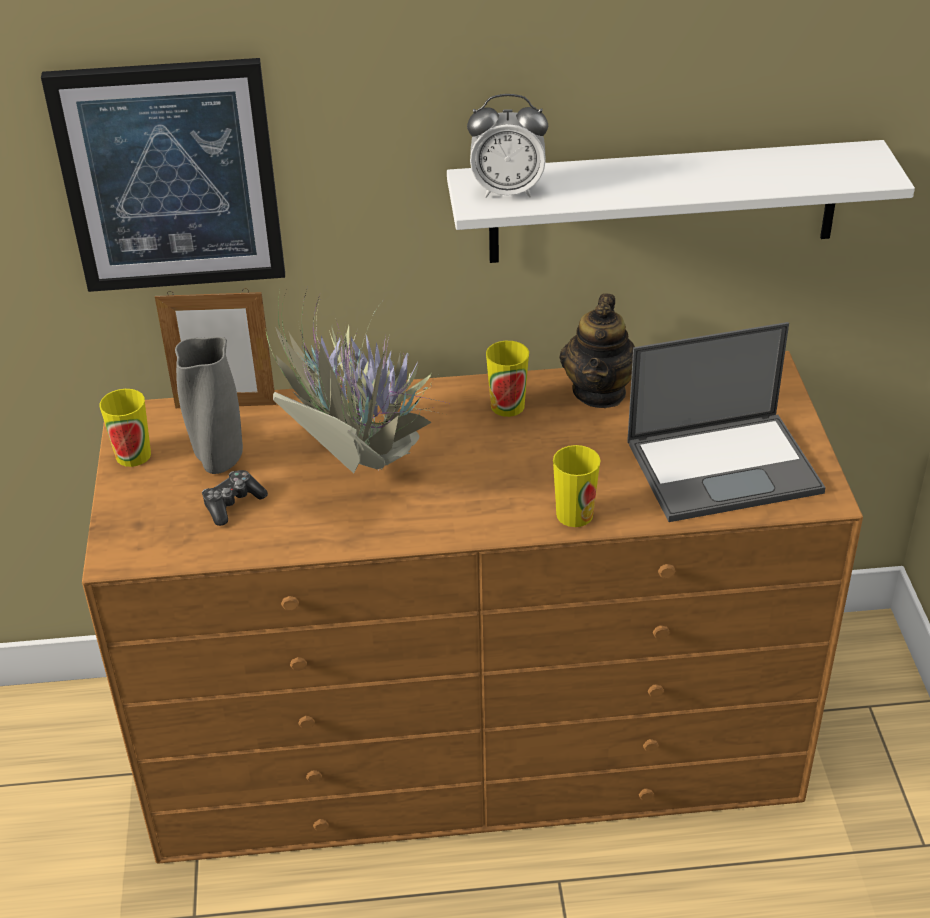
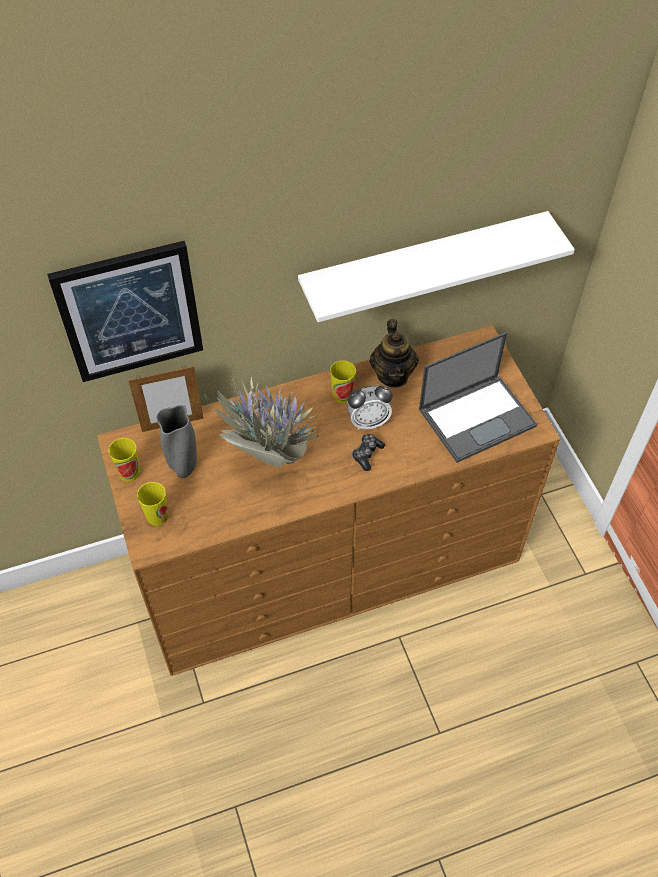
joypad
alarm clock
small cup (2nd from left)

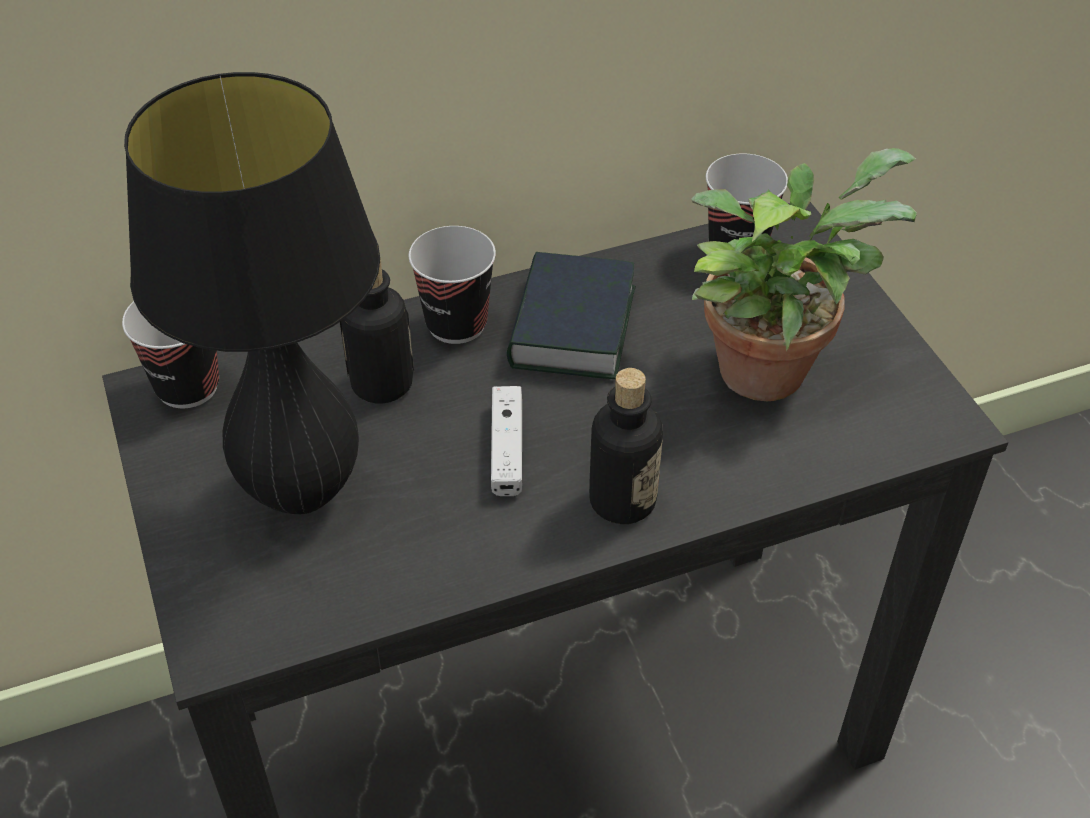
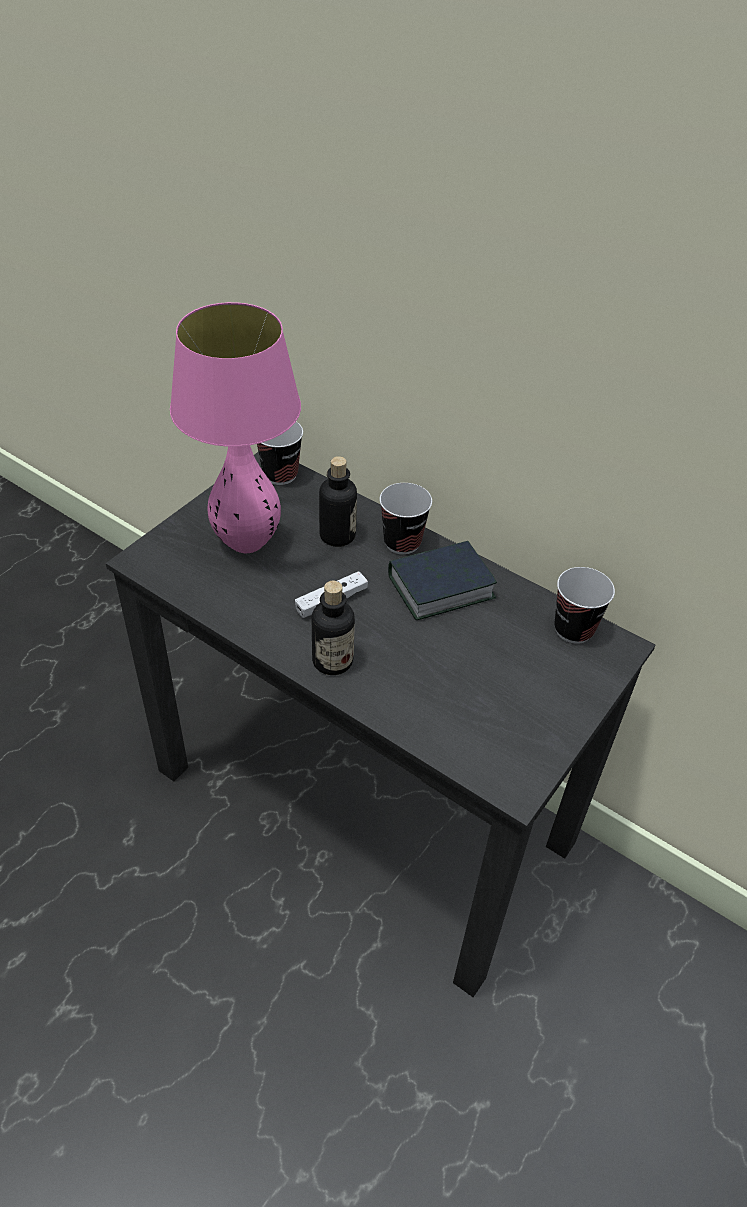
pinkish tabletop lamp
houseplant

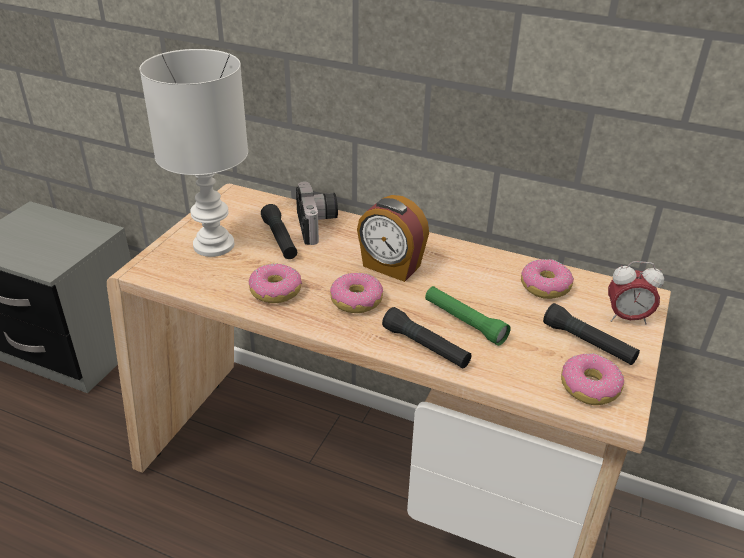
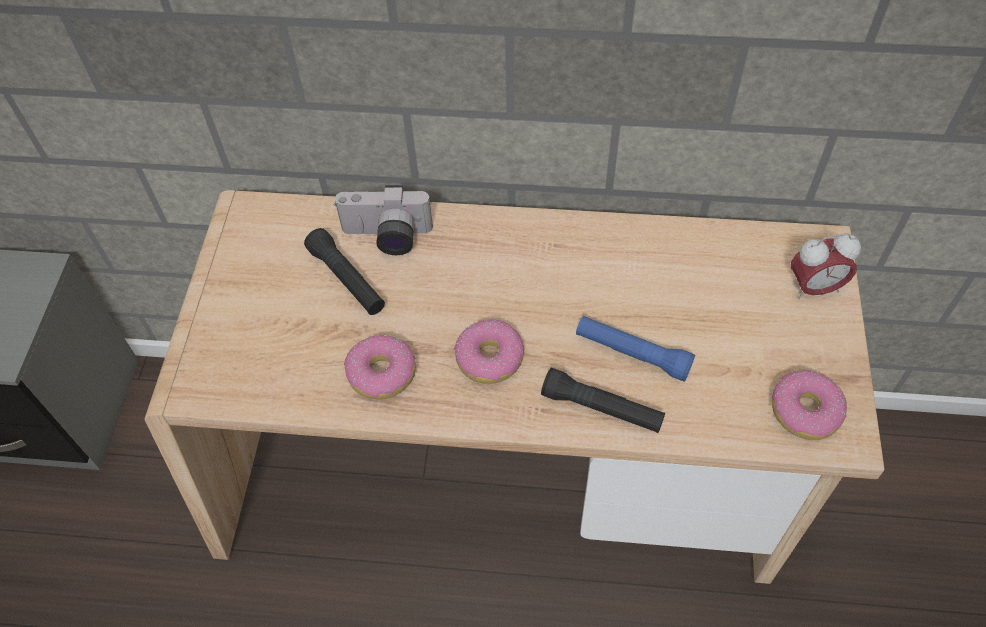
white-coloured tabletop lamp
photo camera
alarm clock (1st from left in the first image)
blue torch
donut (3rd from left in the first image)
black-coloured torch (3rd from left in the first image)

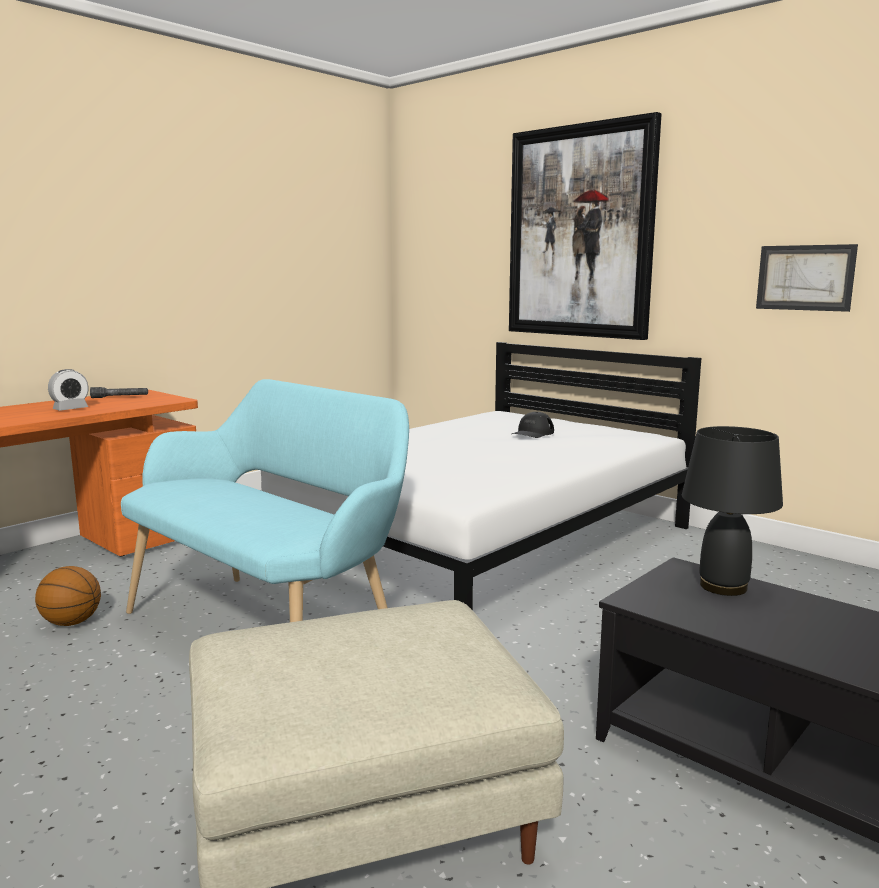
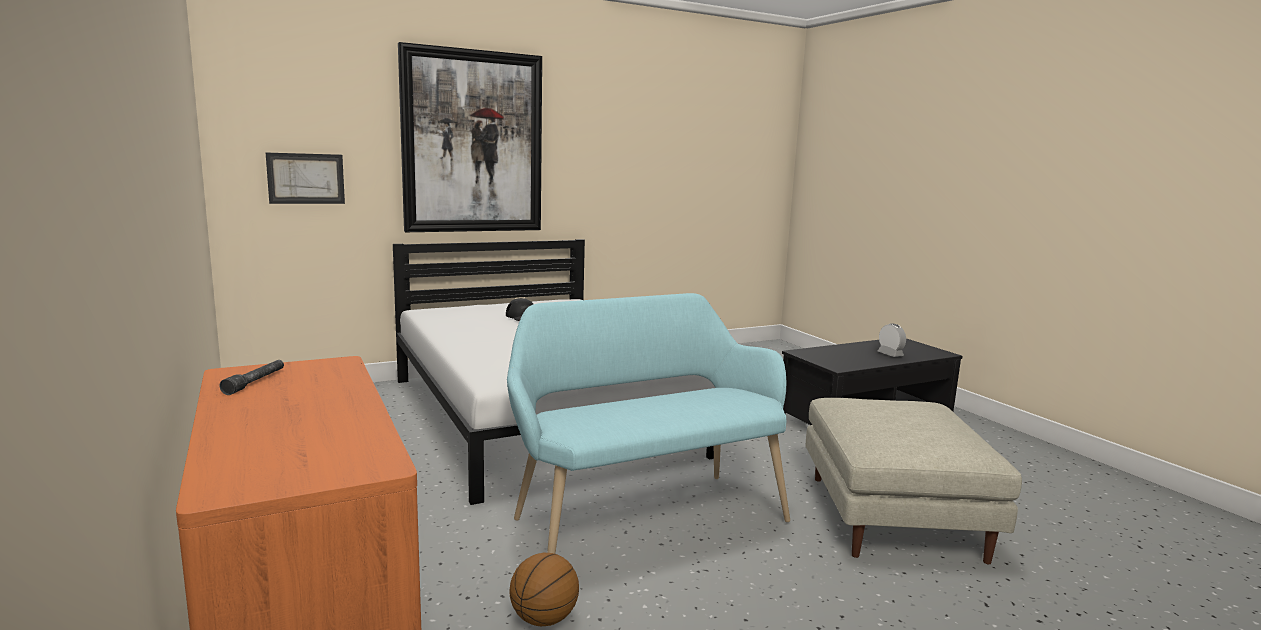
alarm clock
black-coloured tabletop lamp
picture (1st from left)

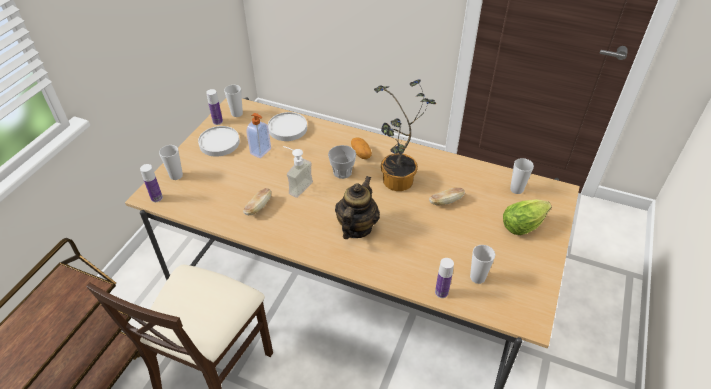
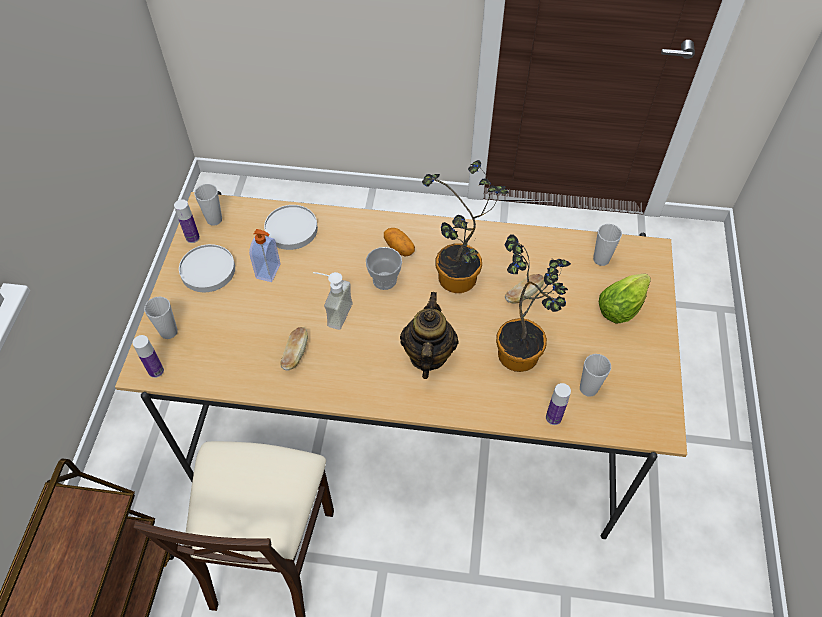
houseplant (2nd from left)

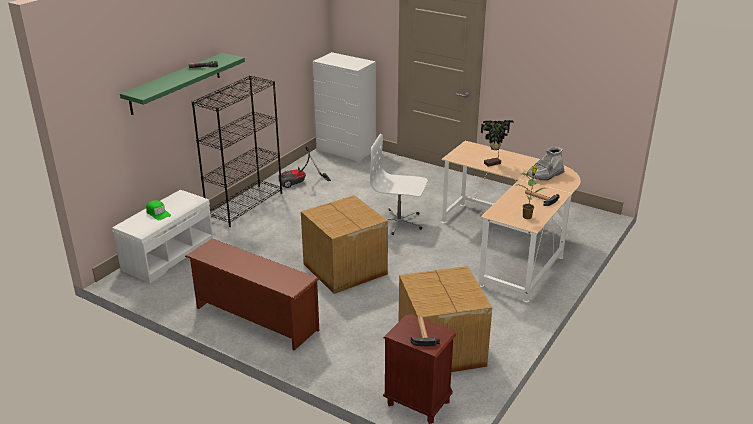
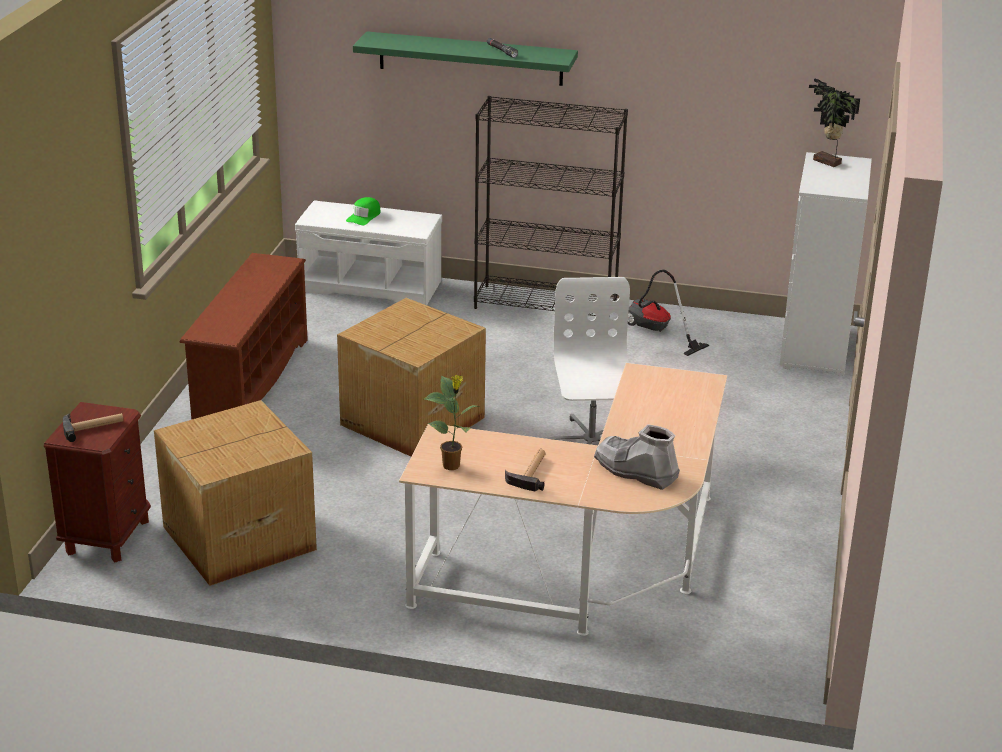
houseplant (2nd from left)

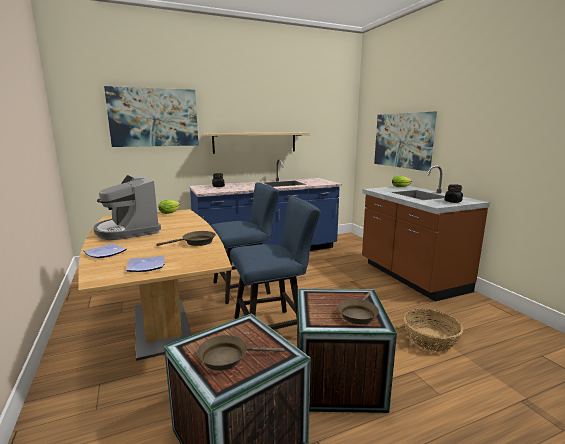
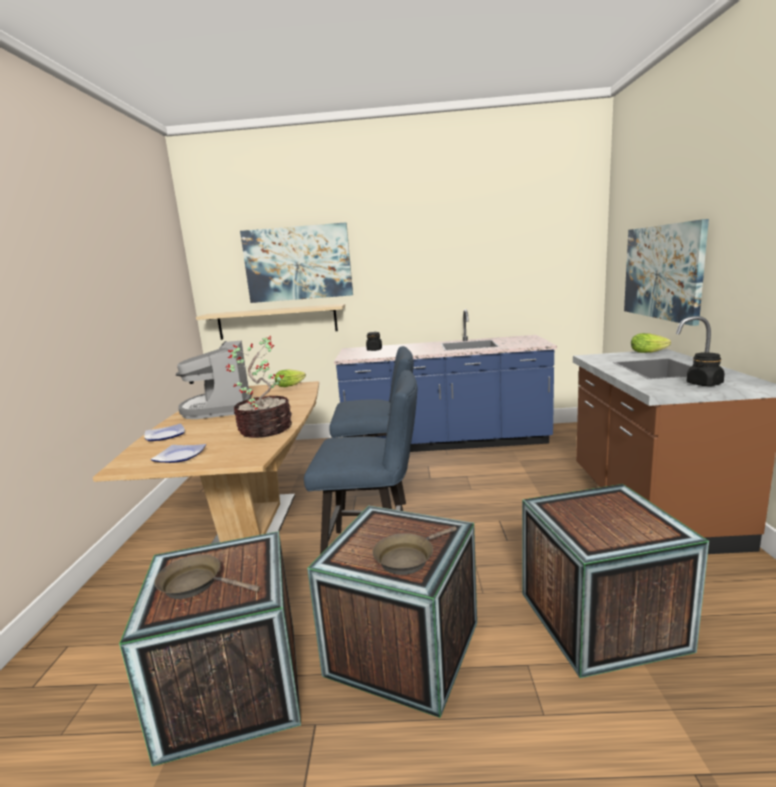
houseplant
bracket shelf
shipping crate (3rd from left)

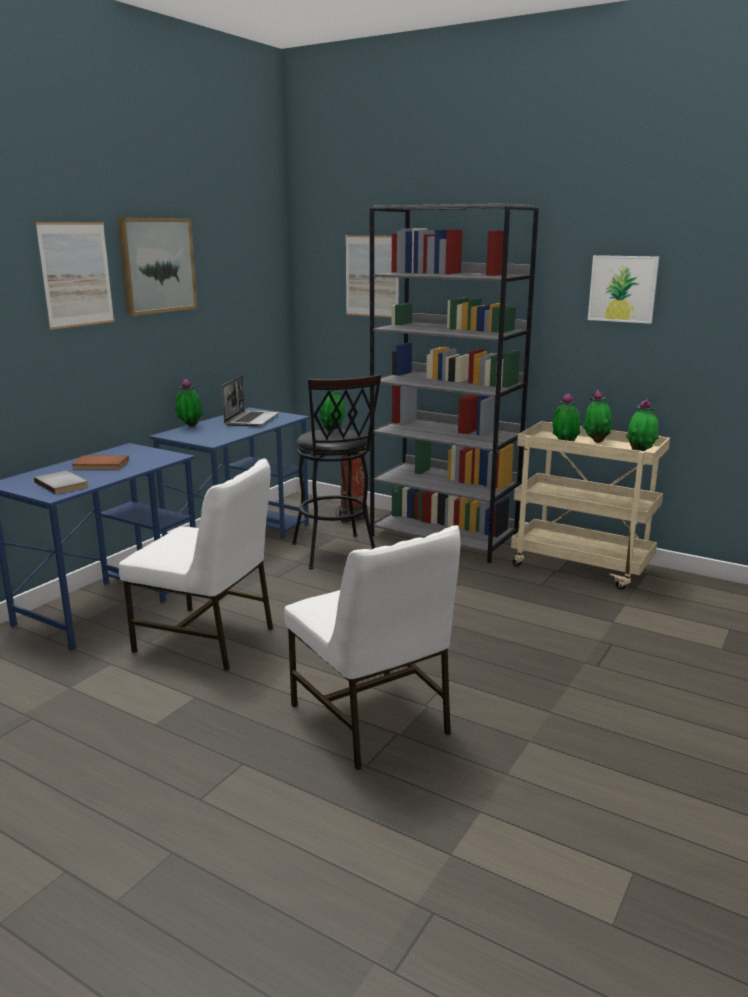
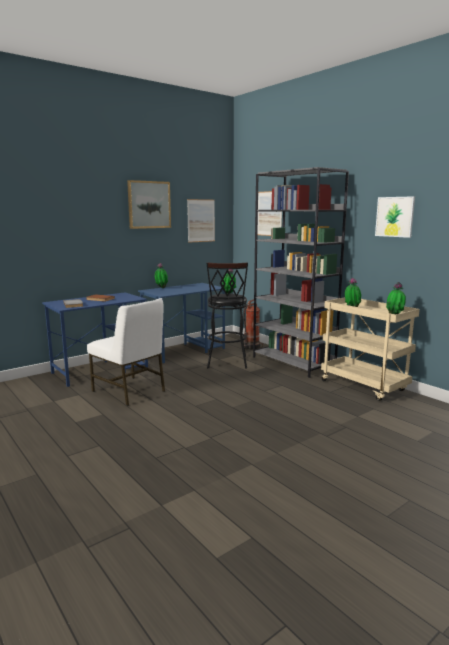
picture (2nd from left)
notebook computer
white-coloured chair (2nd from left in the first image)
houseplant (4th from left in the first image)

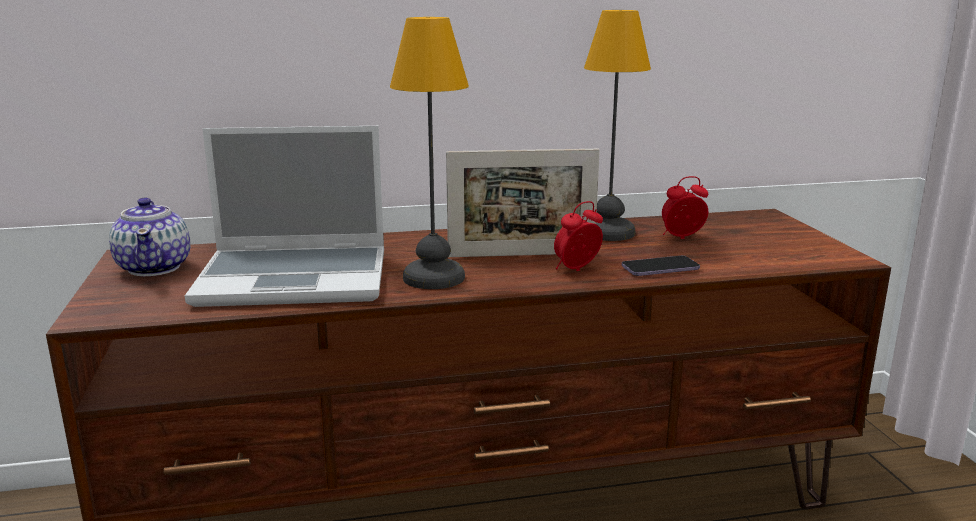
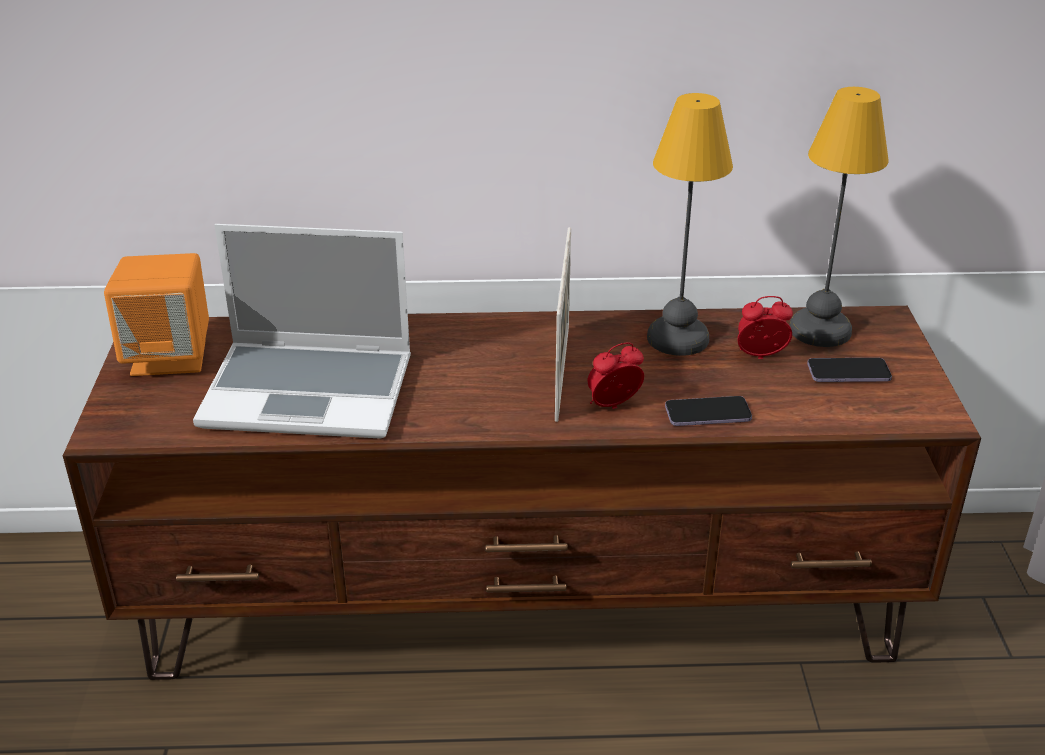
orange loudspeaker
tabletop lamp (2nd from left)
standing frame
telephone (2nd from left)

